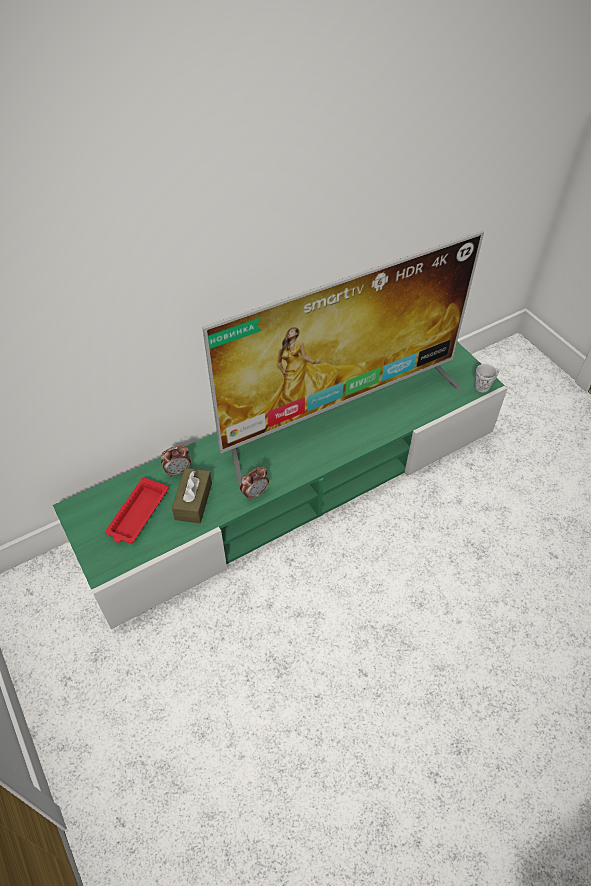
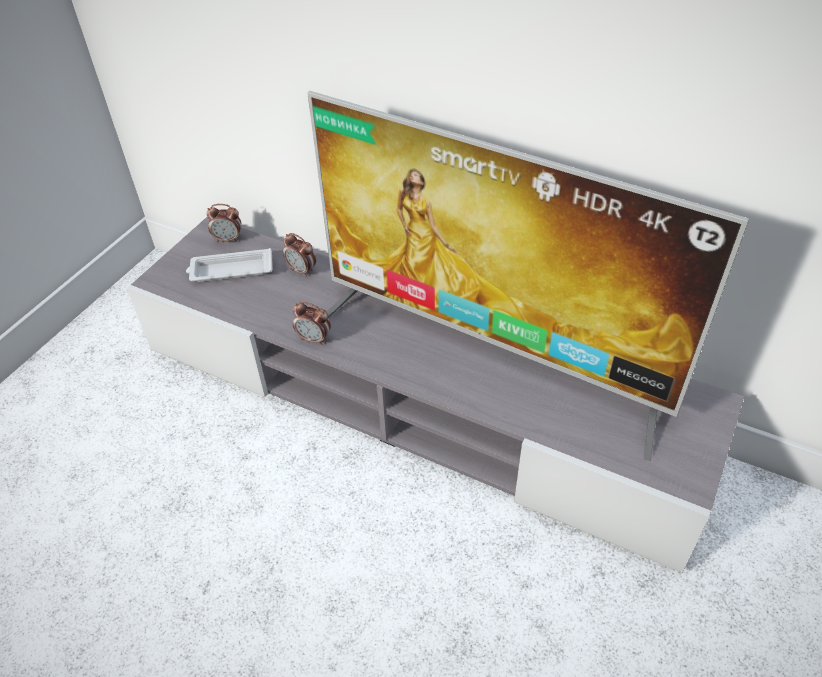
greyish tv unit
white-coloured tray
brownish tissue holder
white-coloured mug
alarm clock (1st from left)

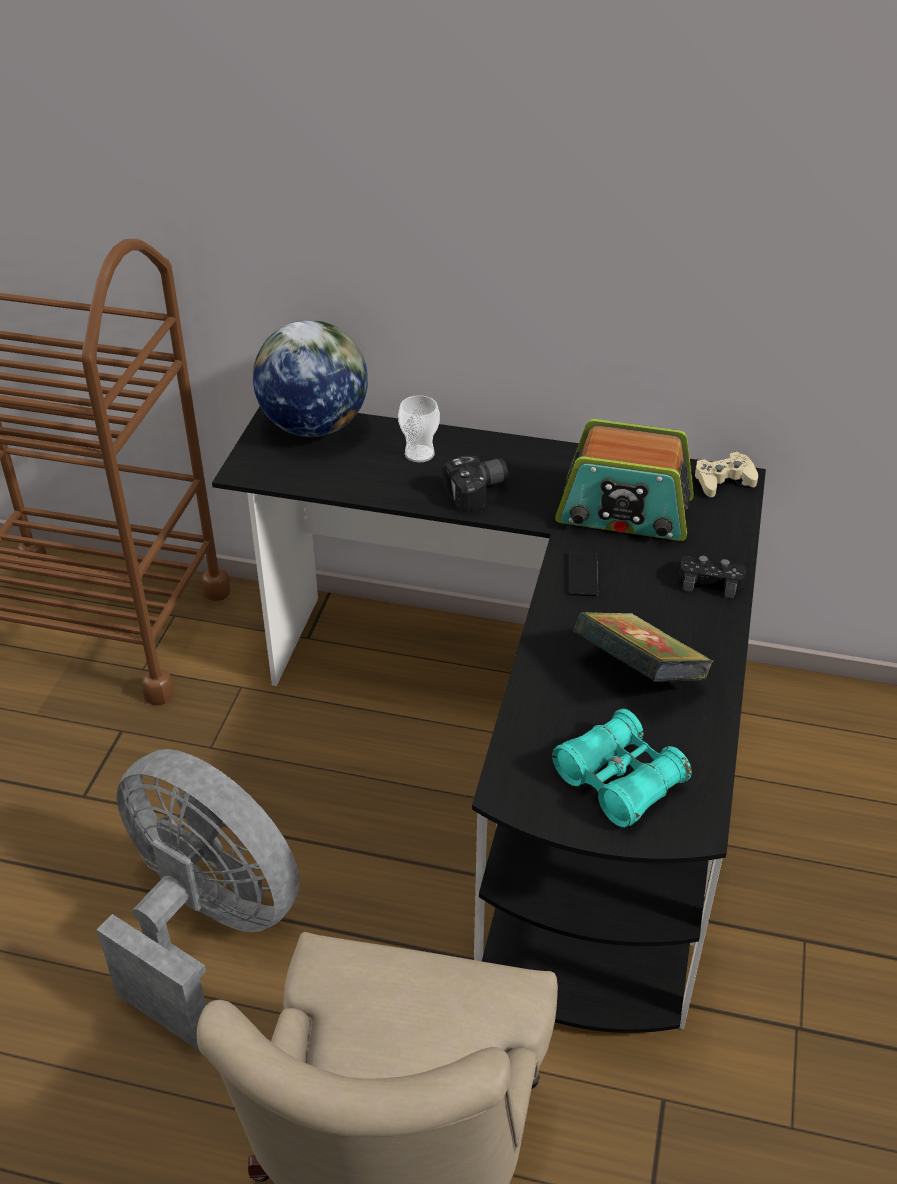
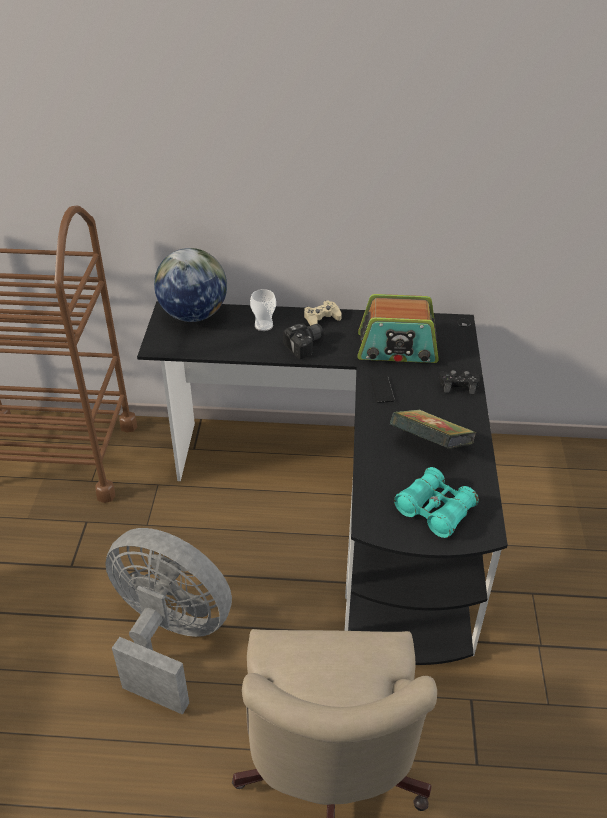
beige-coloured joypad

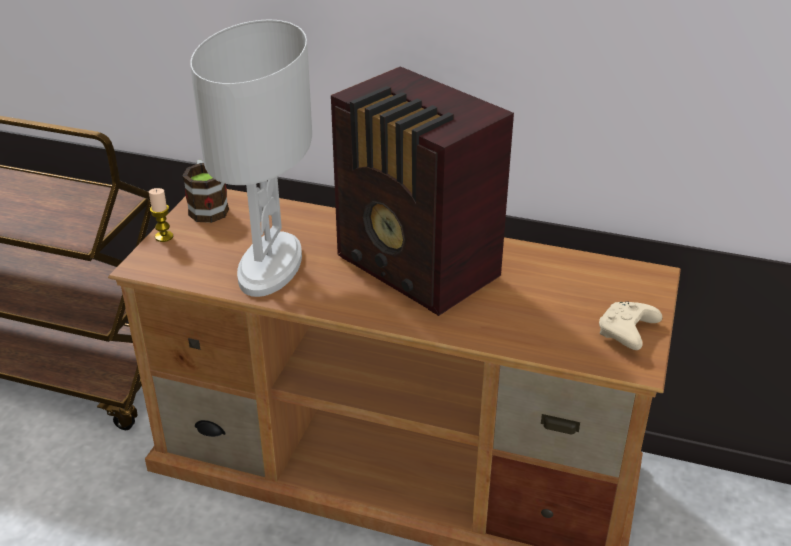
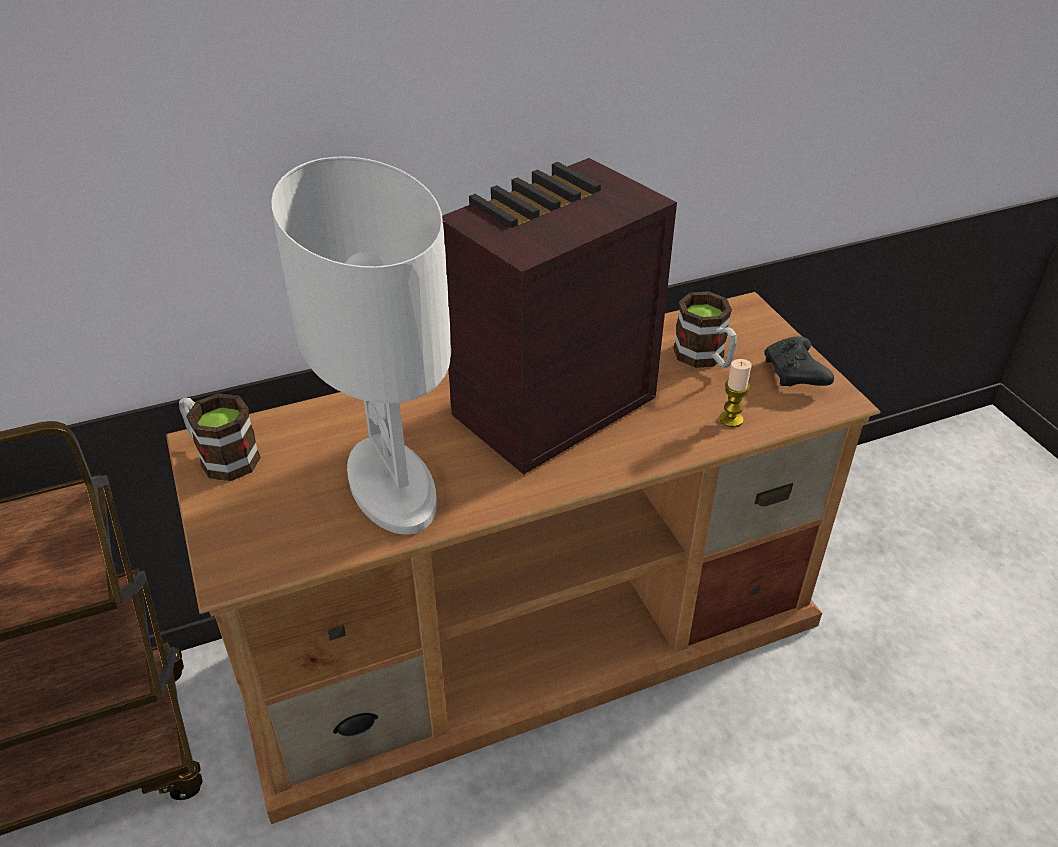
wax light
radio set
black-coloured joypad
mug (2nd from left)

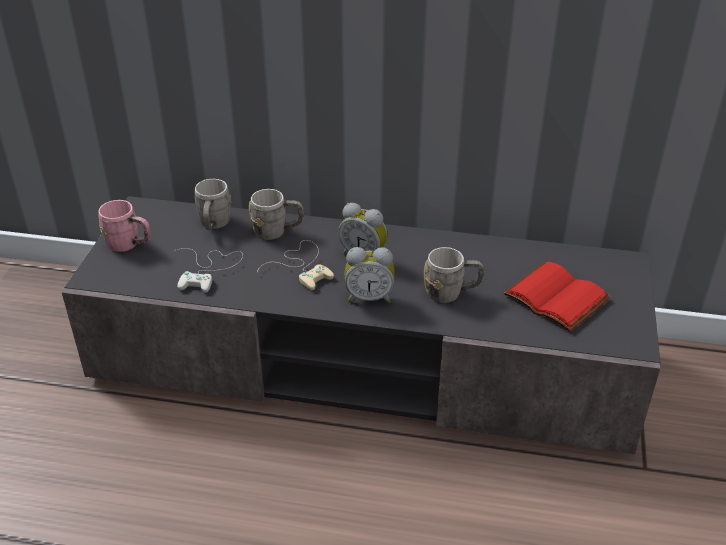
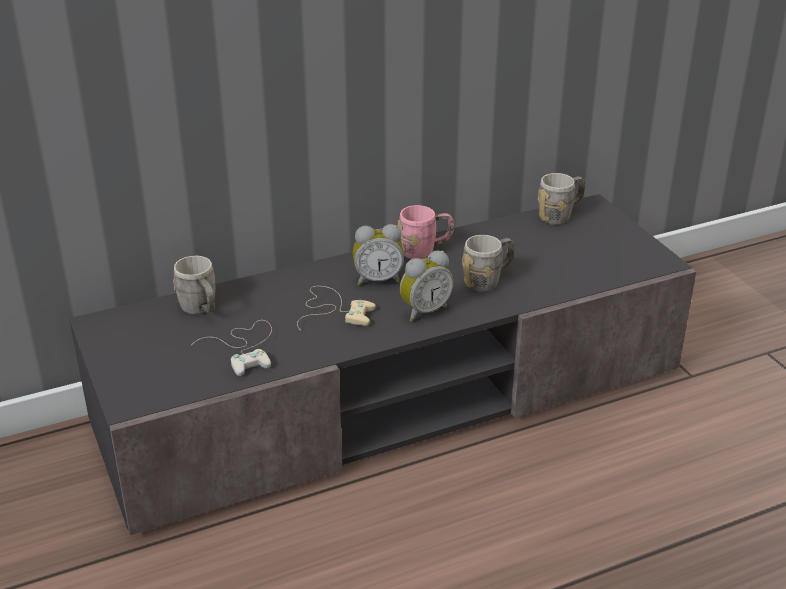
pinkish mug
greyish mug (3rd from left)
reddish volume

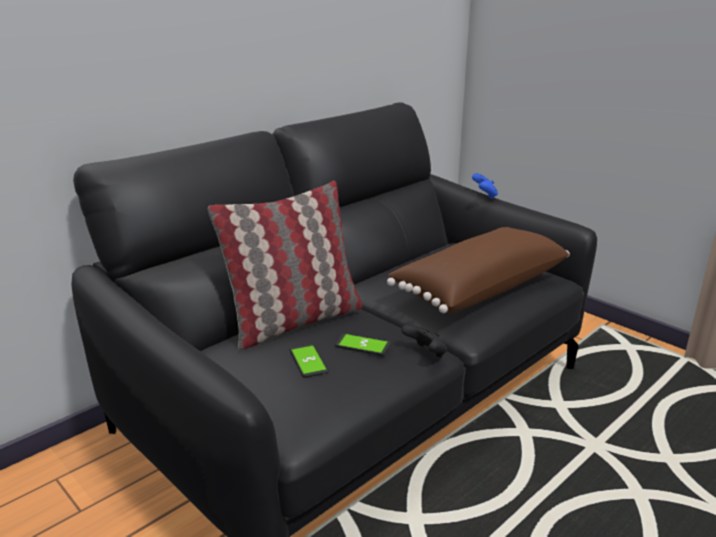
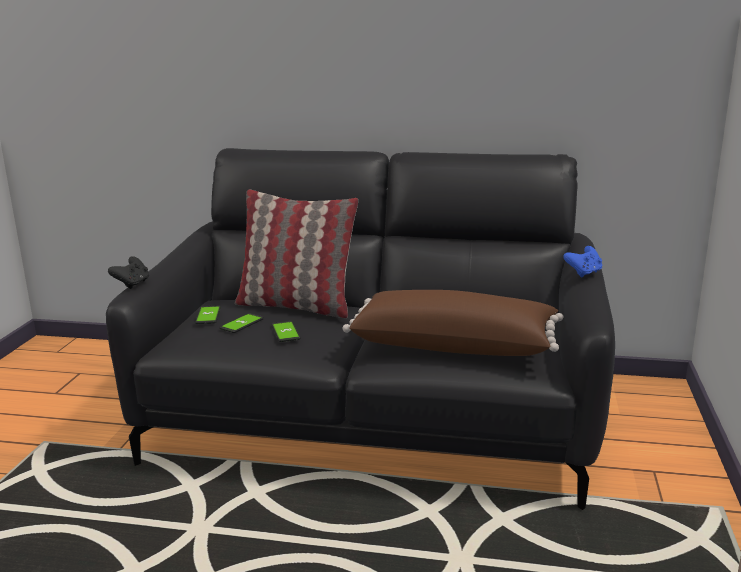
black-coloured joypad
telephone (1st from left)

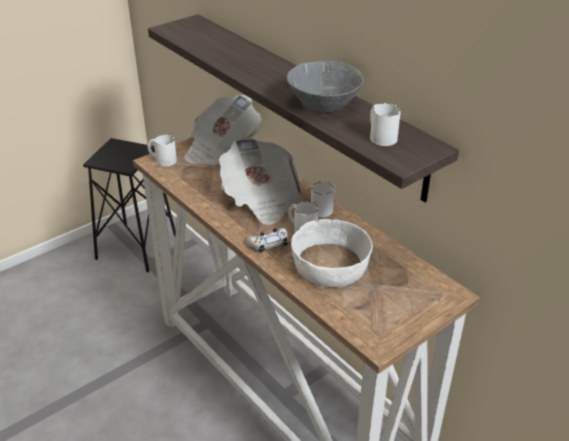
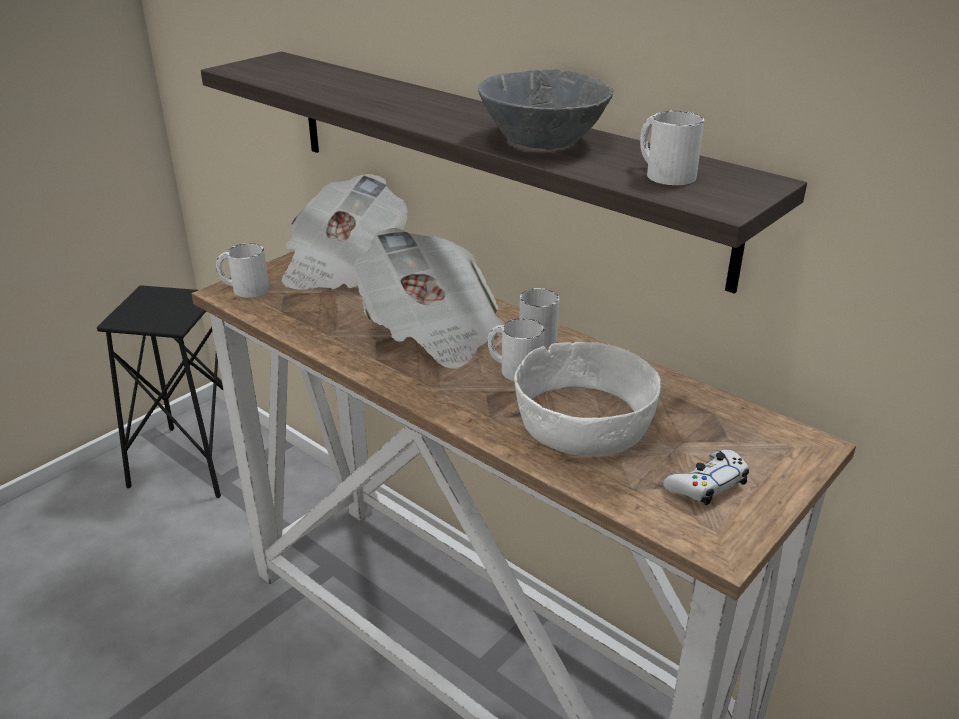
white-coloured joypad

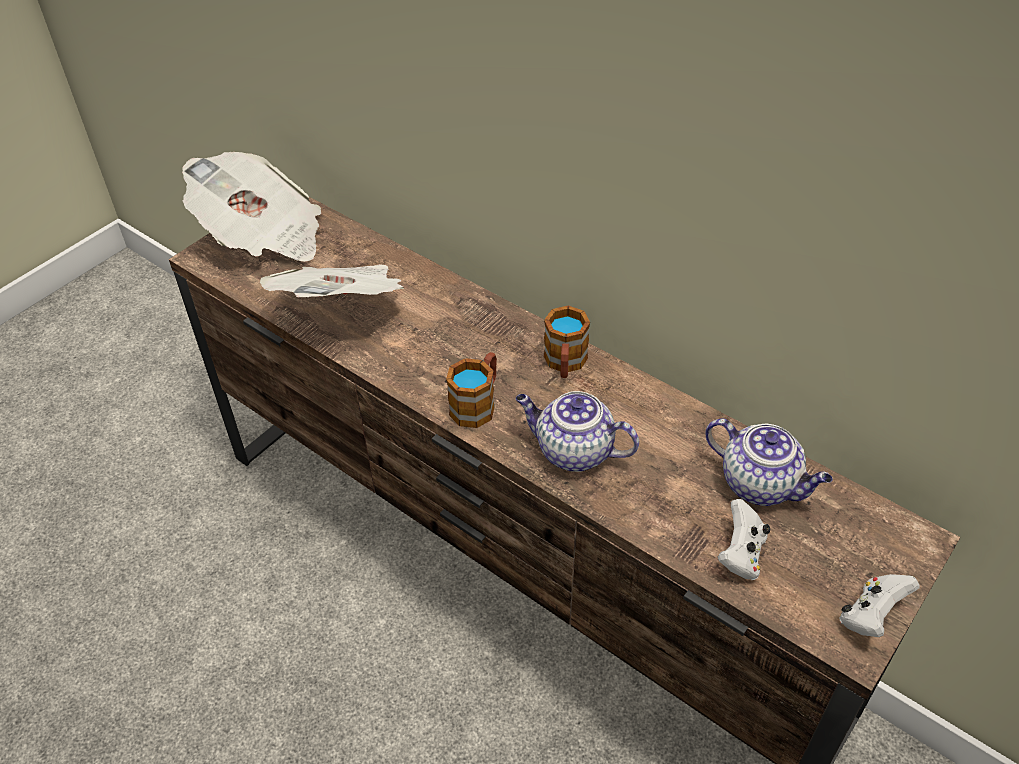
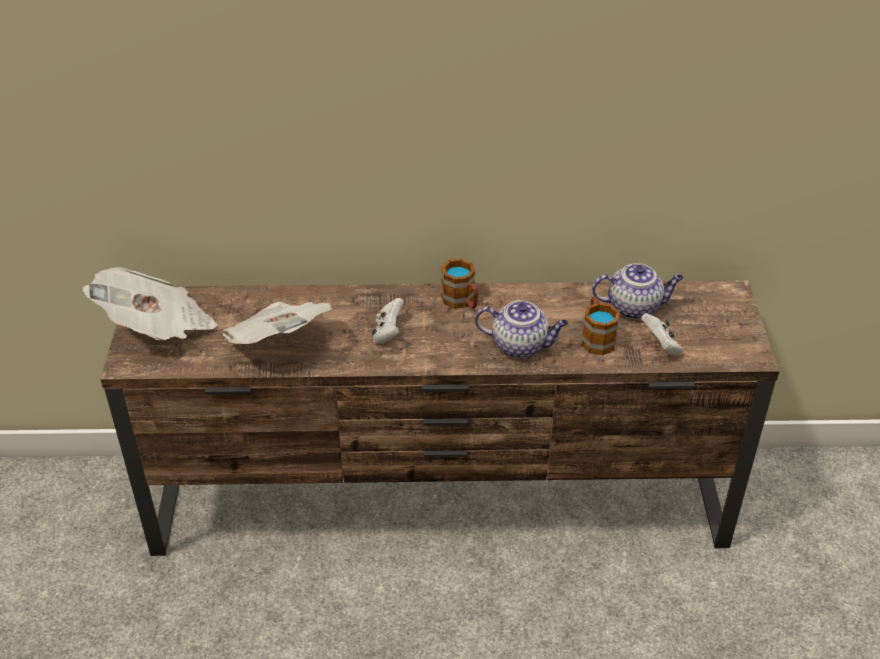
mug (2nd from left)
pot for tea (1st from left)
white-coloured joypad (1st from left)

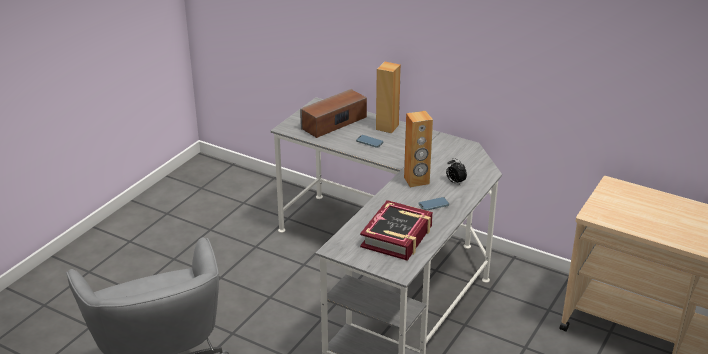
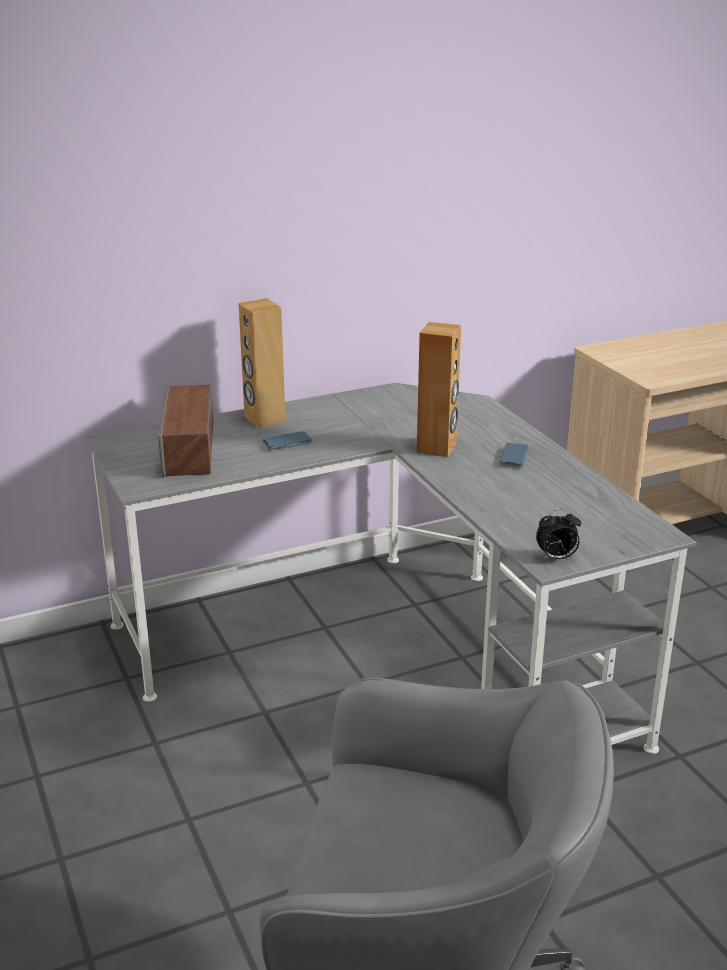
volume
alarm clock

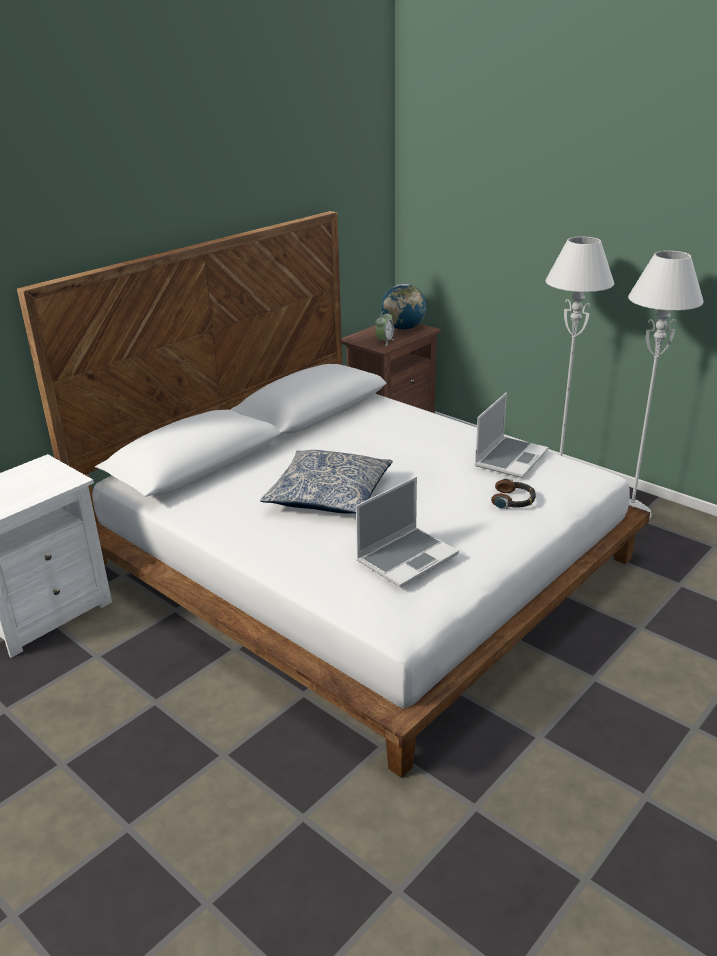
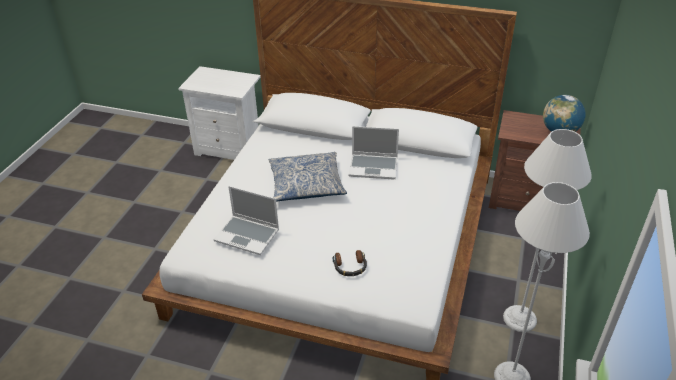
alarm clock
notebook computer (2nd from left)

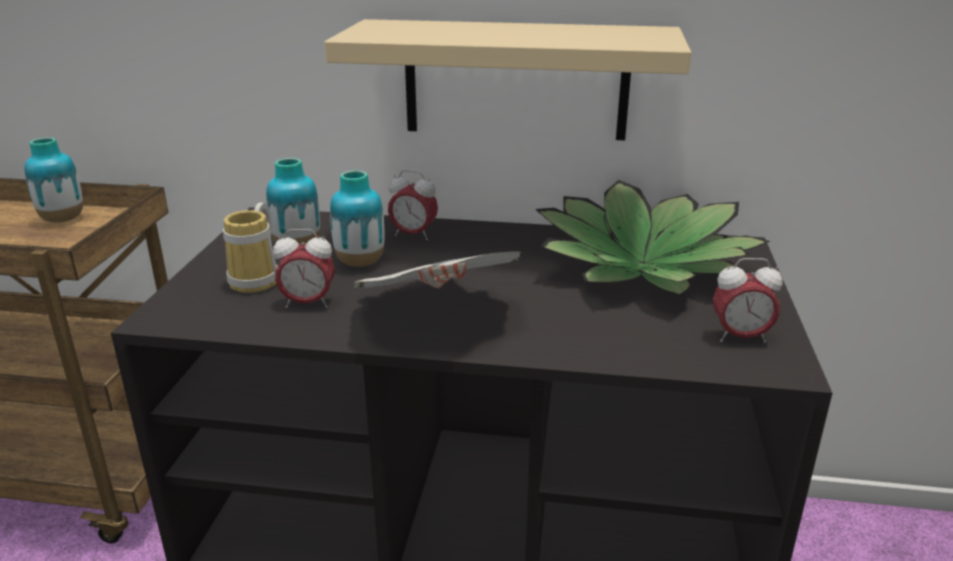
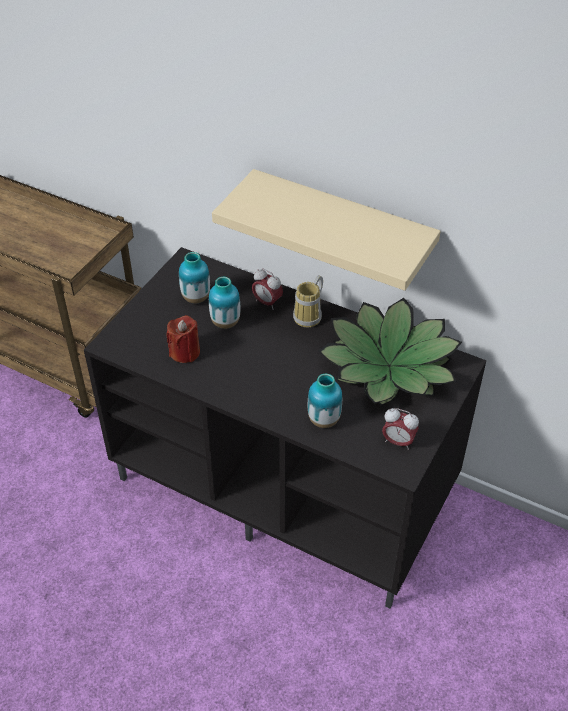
vase (3rd from left)
mug
reddish wax light
daily paper

